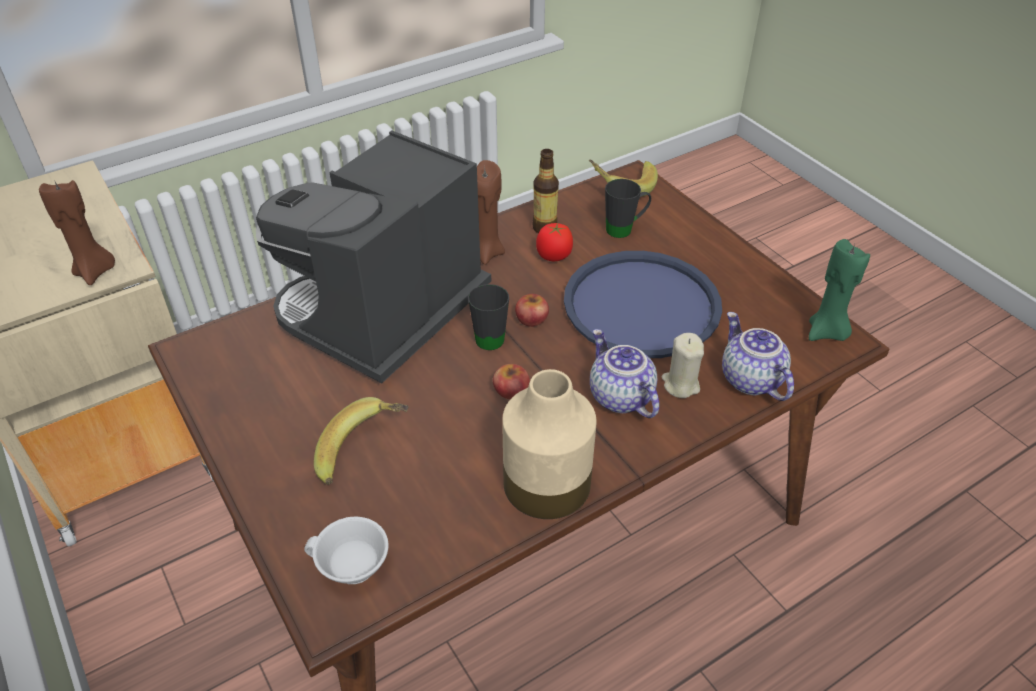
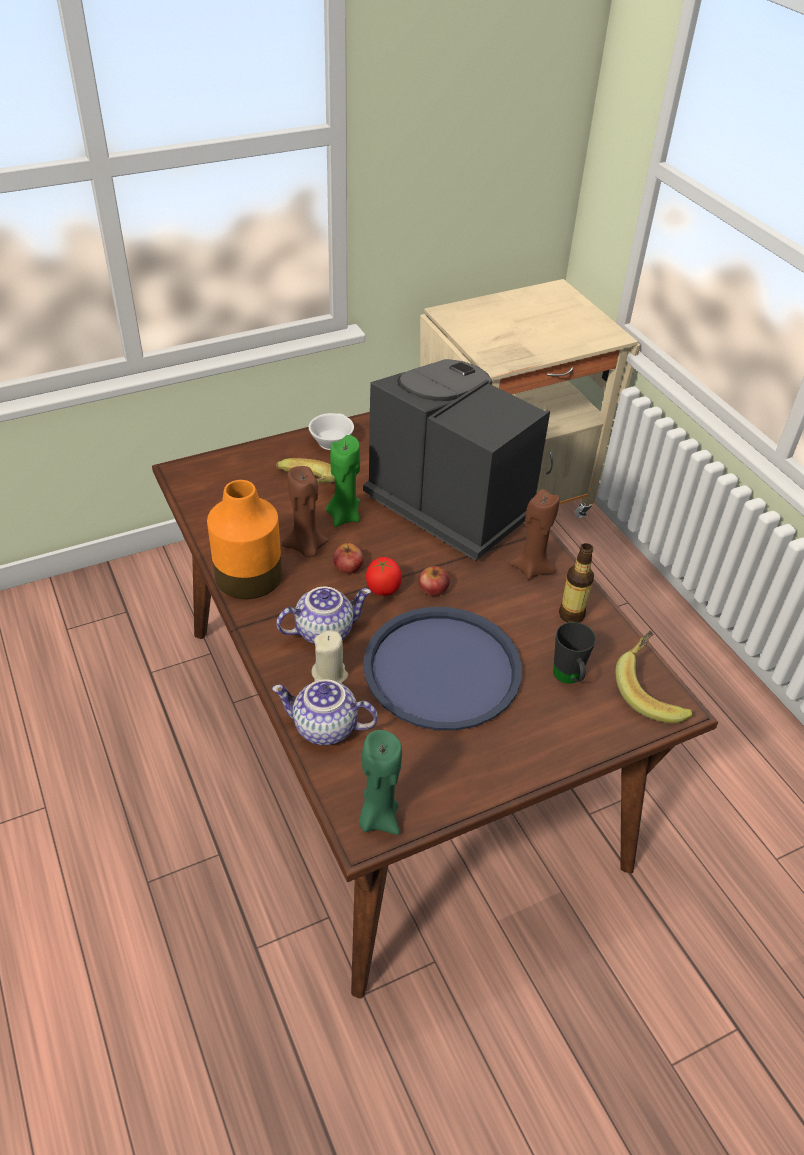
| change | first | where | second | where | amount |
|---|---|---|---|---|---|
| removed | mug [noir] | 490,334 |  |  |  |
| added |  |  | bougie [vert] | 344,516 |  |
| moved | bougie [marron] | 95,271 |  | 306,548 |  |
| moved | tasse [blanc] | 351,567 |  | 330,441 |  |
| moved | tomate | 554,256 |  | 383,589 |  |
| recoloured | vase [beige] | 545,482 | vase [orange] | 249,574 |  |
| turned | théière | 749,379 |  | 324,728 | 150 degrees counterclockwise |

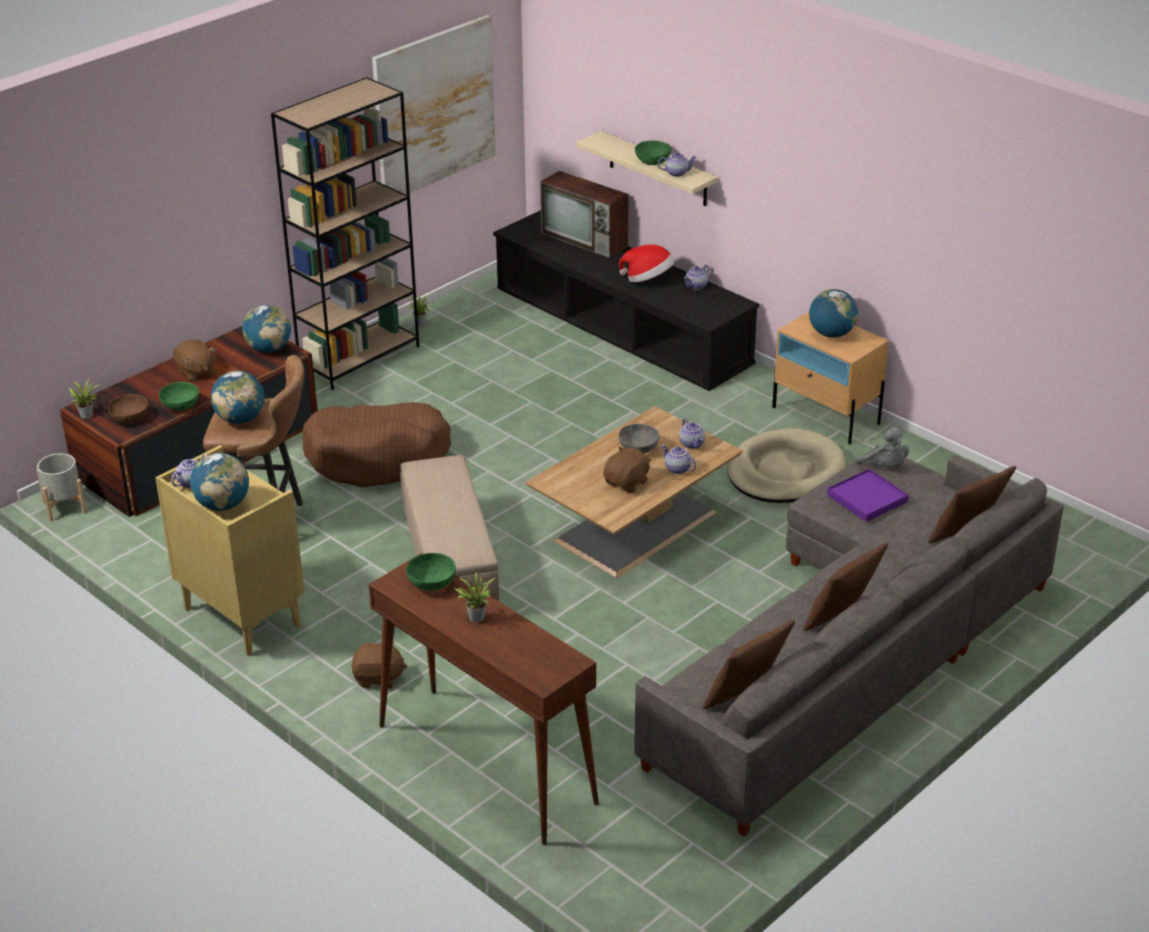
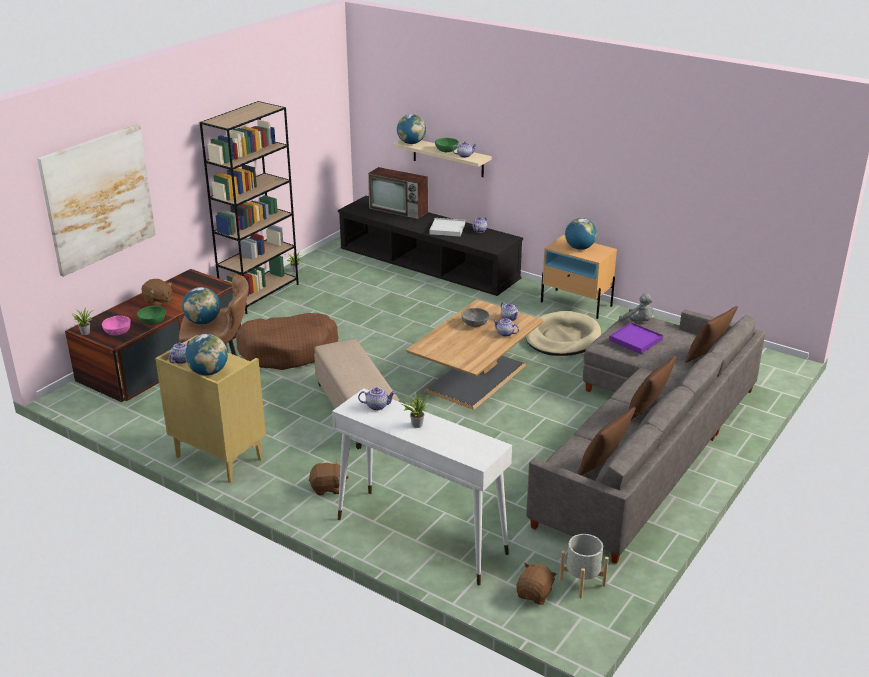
| change | first | where | second | where | amount |
|---|---|---|---|---|---|
| moved | cache-pot [gris] | 65,507 |  | 582,582 |  |
| moved | globe | 269,349 |  | 411,143 |  |
| moved | tableau | 434,107 |  | 98,198 |  |
| moved | peluche [marron] | 627,483 |  | 535,594 |  |
| replaced | bol [vert] | 431,583 | théière | 377,406 |  |
| replaced | chapeau | 648,279 | plateau [blanc] | 447,229 |  |
| recoloured | bol [marron] | 130,418 | bol [rose] | 118,332 |  |
| recoloured | table console [marron] | 485,763 | table console [blanc] | 420,535 |  |

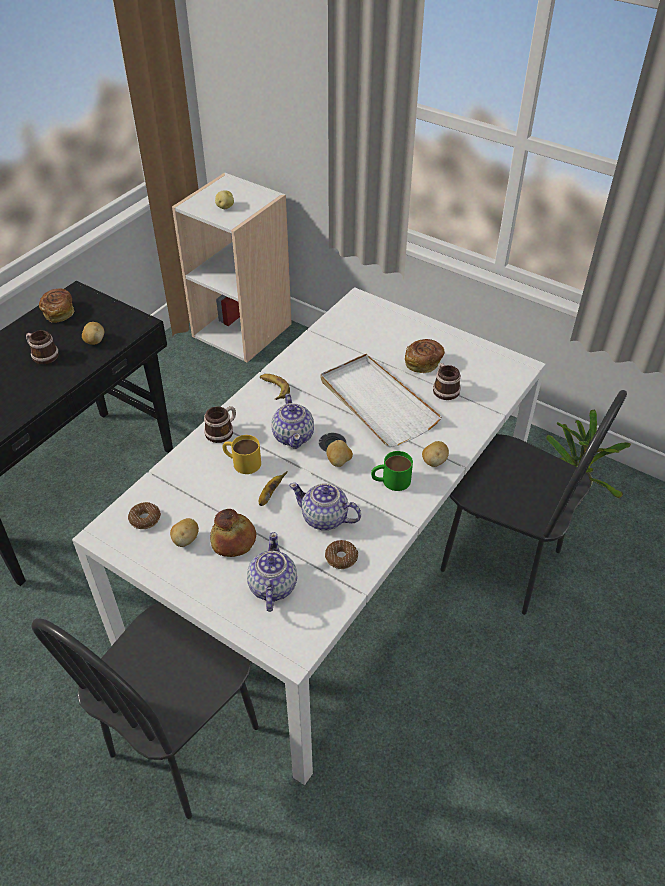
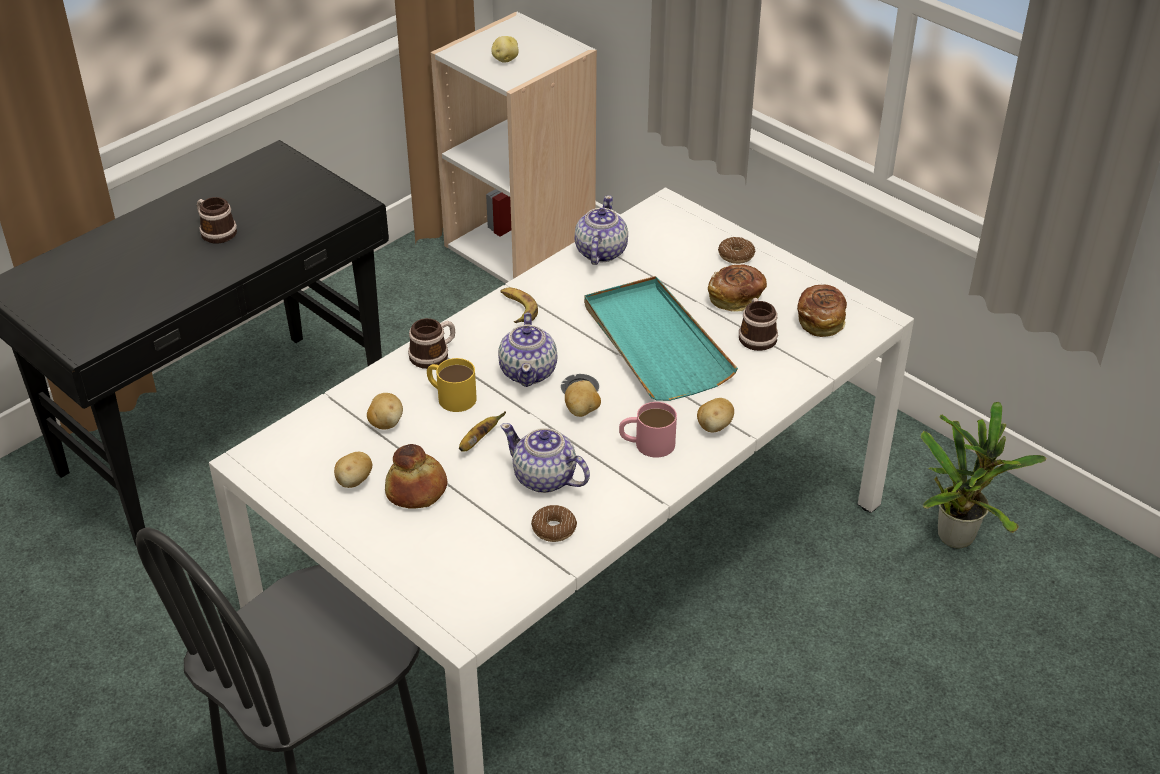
| change | first | where | second | where | amount |
|---|---|---|---|---|---|
| removed | chaise [noir] | 500,561 |  |  |  |
| moved | pain | 59,312 |  | 820,321 |  |
| moved | pomme de terre | 94,341 |  | 385,423 |  |
| moved | beignet | 145,519 |  | 736,255 |  |
| moved | théière | 272,587 |  | 600,252 |  |
| recoloured | plateau [blanc] | 376,403 | plateau [turquoise] | 655,343 |  |
| recoloured | mug [vert] | 390,481 | mug [rose] | 647,443 |  |

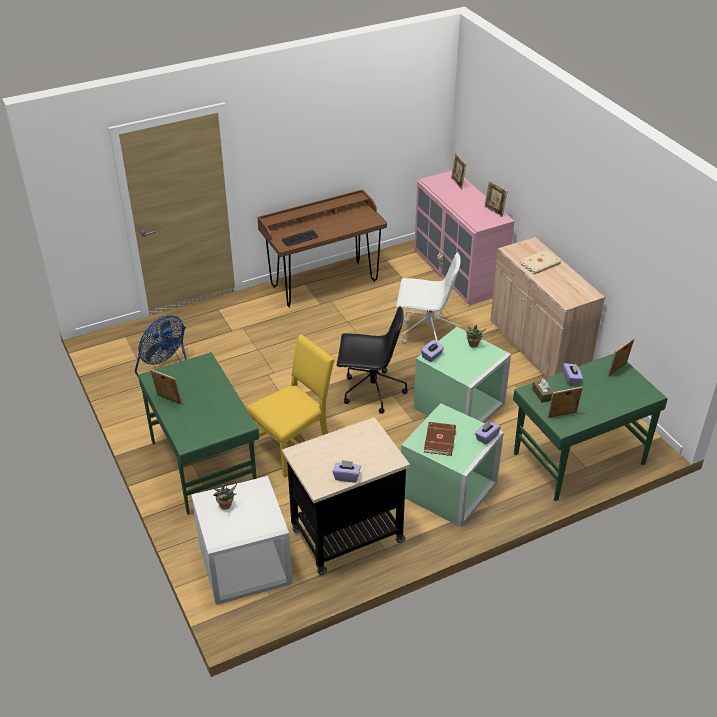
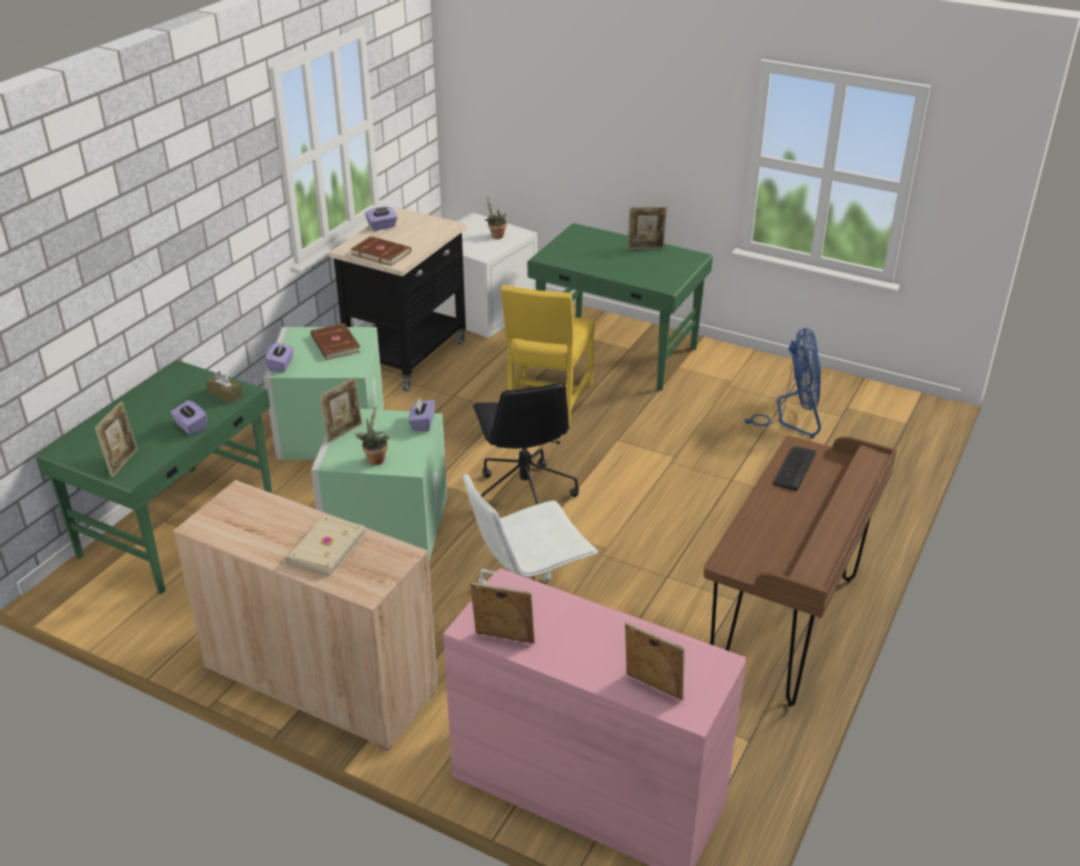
| change | first | where | second | where | amount |
|---|---|---|---|---|---|
| added |  |  | livre [marron] | 381,253 |  |
| moved | cadre photo | 562,416 |  | 344,432 |  |
| turned | chaise de bureau [noir] | 370,392 |  | 523,492 | 75 degrees counterclockwise |

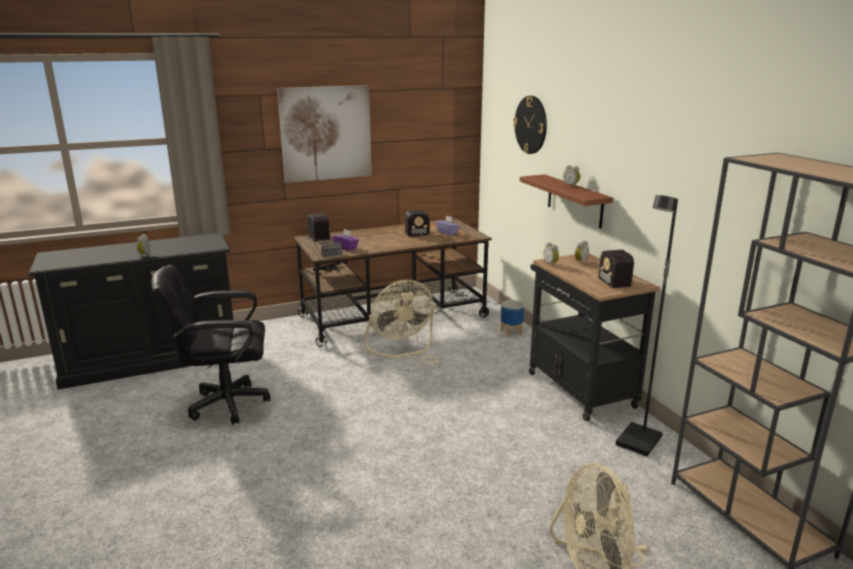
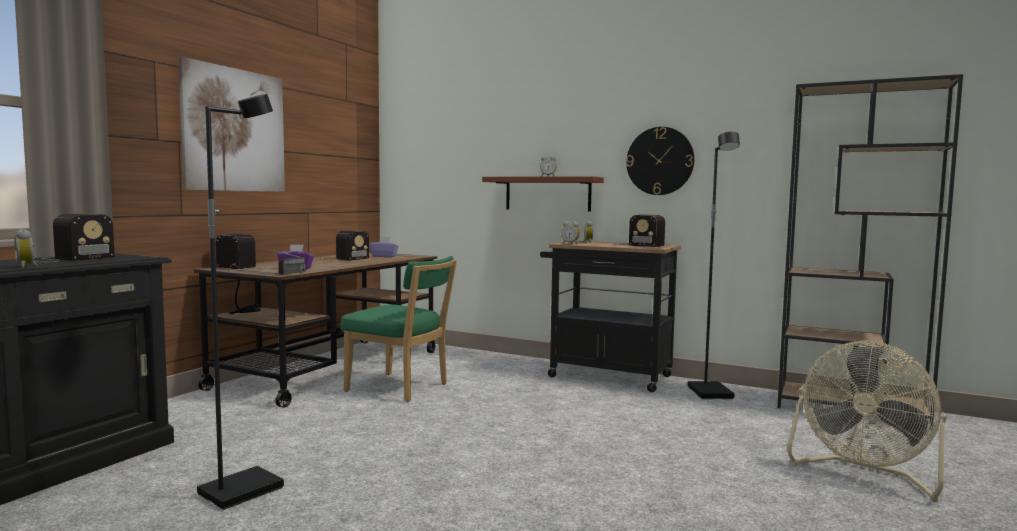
| change | first | where | second | where | amount |
|---|---|---|---|---|---|
| removed | cache-pot | 511,332 |  |  |  |
| added |  |  | radio | 66,259 |  |
| moved | horloge murale | 531,125 |  | 660,161 |  |
| replaced | chaise de bureau [noir] | 224,406 | lampadaire [noir] | 241,490 |  |
| replaced | ventilateur [beige] | 408,351 | chaise [vert] | 401,388 |  |

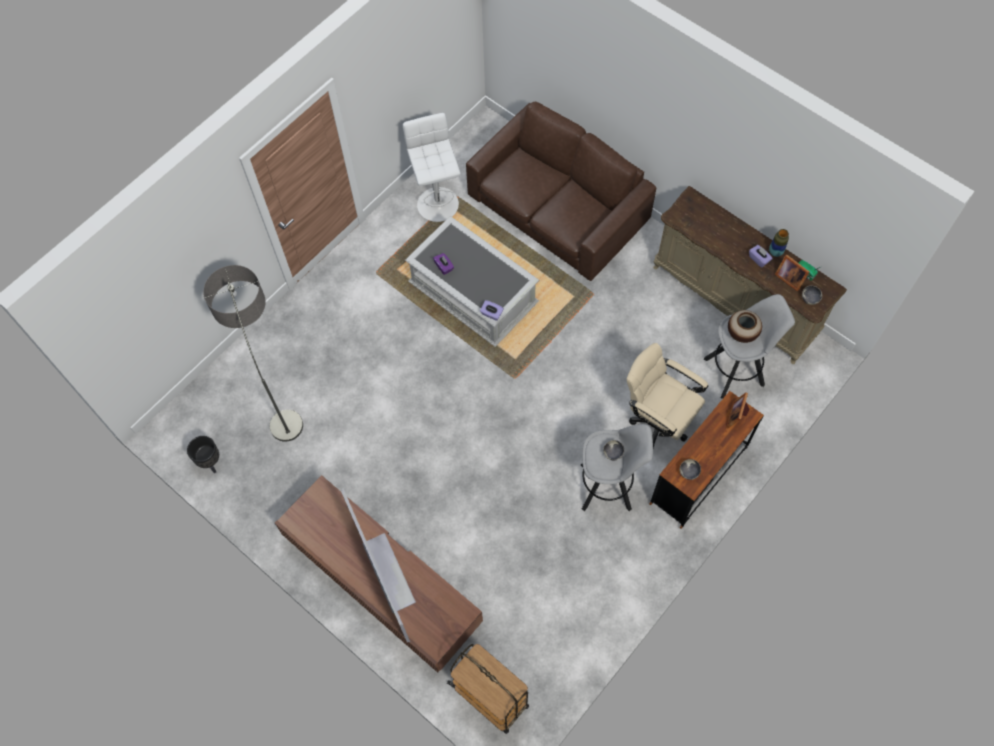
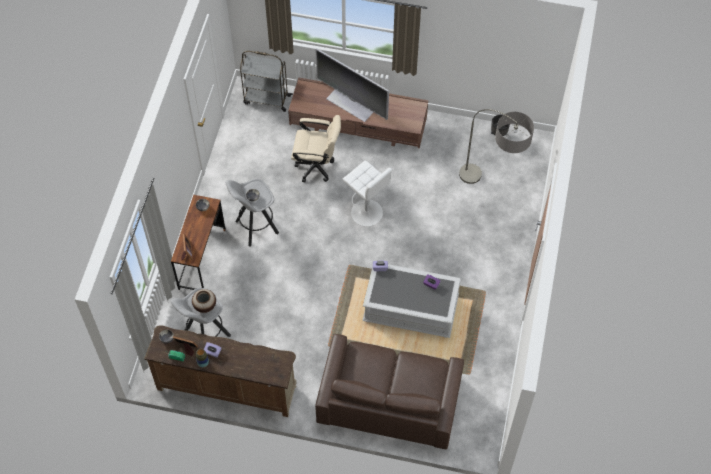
| change | first | where | second | where | amount |
|---|---|---|---|---|---|
| moved | tabouret [blanc] | 438,204 |  | 366,213 |  |
| moved | chaise de bureau [beige] | 656,423 |  | 317,167 |  |
| recoloured | chariot [marron] | 490,697 | chariot [gris] | 266,99 |  |

